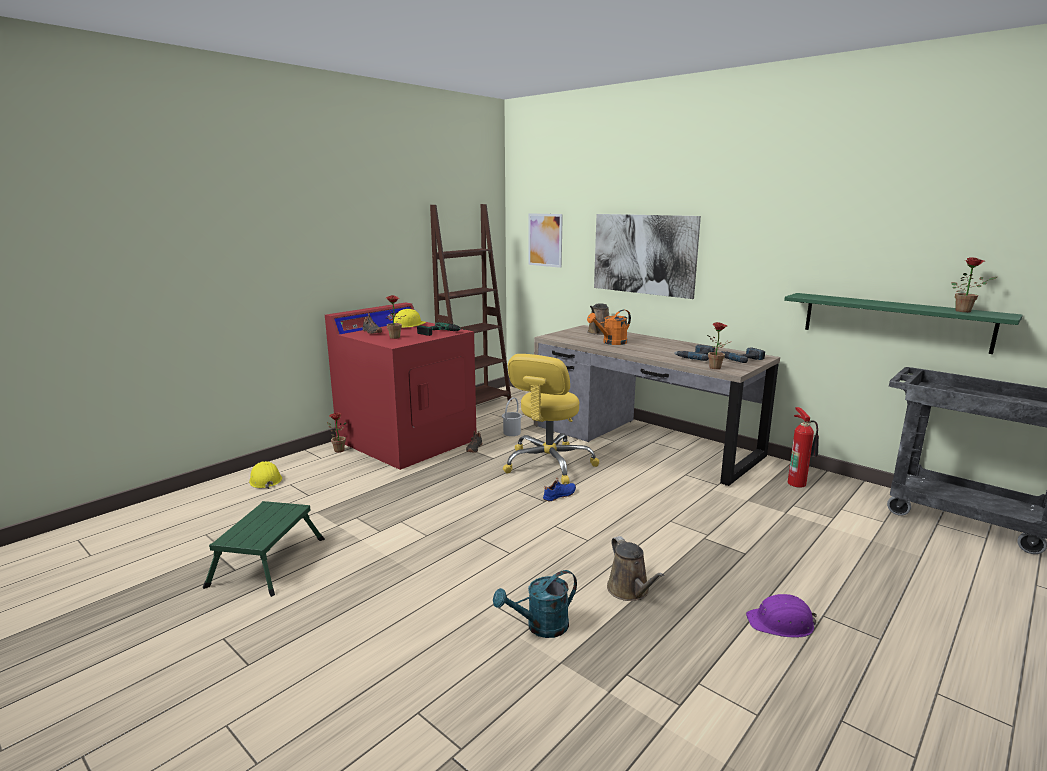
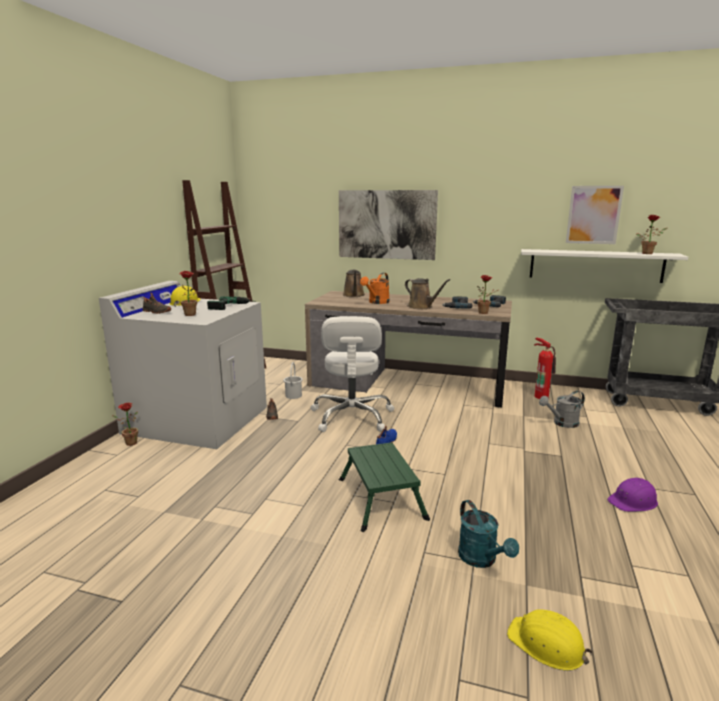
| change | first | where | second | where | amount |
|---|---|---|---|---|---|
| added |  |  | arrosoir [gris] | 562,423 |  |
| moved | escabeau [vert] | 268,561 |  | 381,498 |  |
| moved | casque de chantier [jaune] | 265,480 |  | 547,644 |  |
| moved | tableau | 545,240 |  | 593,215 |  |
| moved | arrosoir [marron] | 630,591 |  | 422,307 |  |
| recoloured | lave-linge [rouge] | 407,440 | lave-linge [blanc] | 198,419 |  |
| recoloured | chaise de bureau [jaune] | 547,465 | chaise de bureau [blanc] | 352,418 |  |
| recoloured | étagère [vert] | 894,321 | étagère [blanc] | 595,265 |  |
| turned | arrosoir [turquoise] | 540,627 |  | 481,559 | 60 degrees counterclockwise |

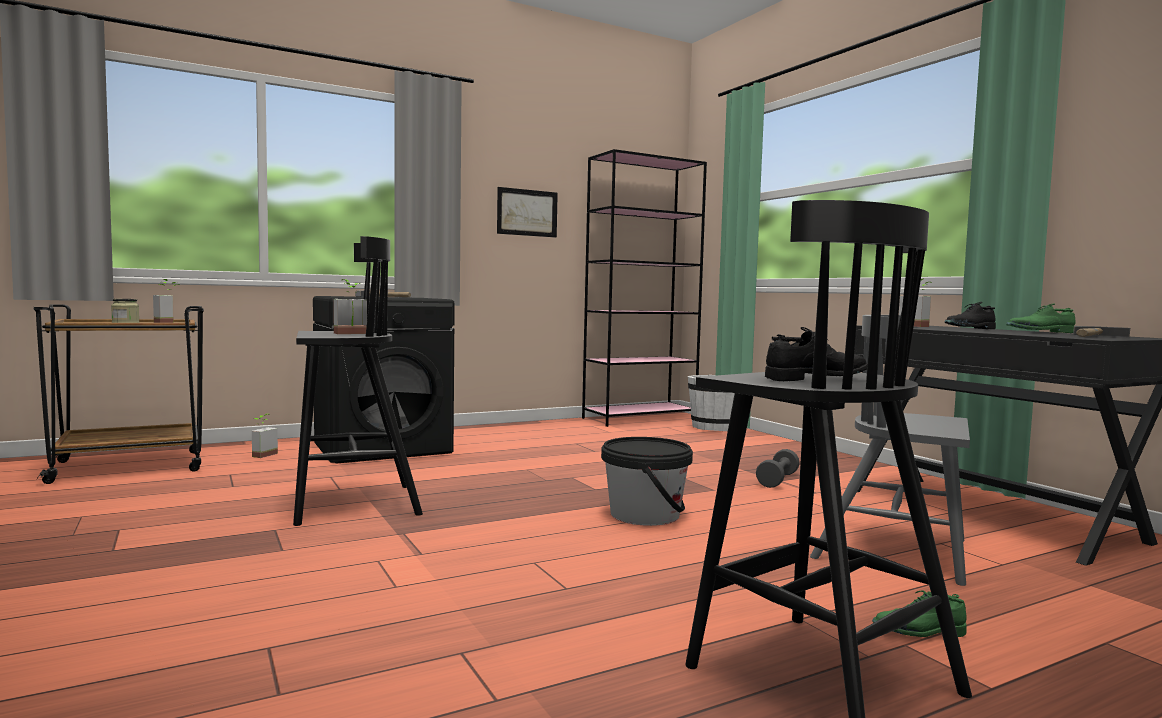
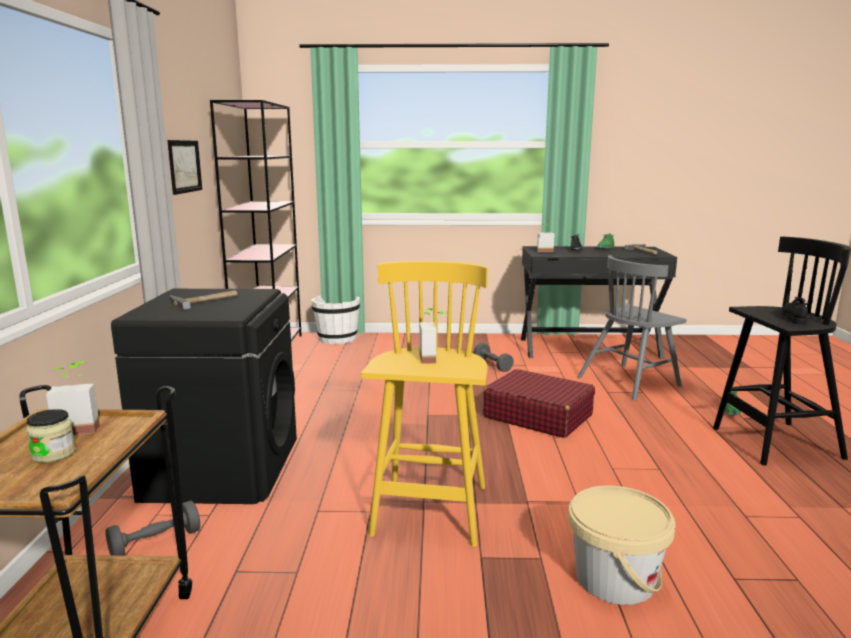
| change | first | where | second | where | amount |
|---|---|---|---|---|---|
| added |  |  | seau [beige] | 615,579 |  |
| replaced | plante en pot | 261,454 | haltère [gris] | 155,543 |  |
| replaced | seau [noir] | 645,515 | valise [rouge] | 537,416 |  |
| recoloured | tabouret [noir] | 350,504 | tabouret [jaune] | 430,512 |  |

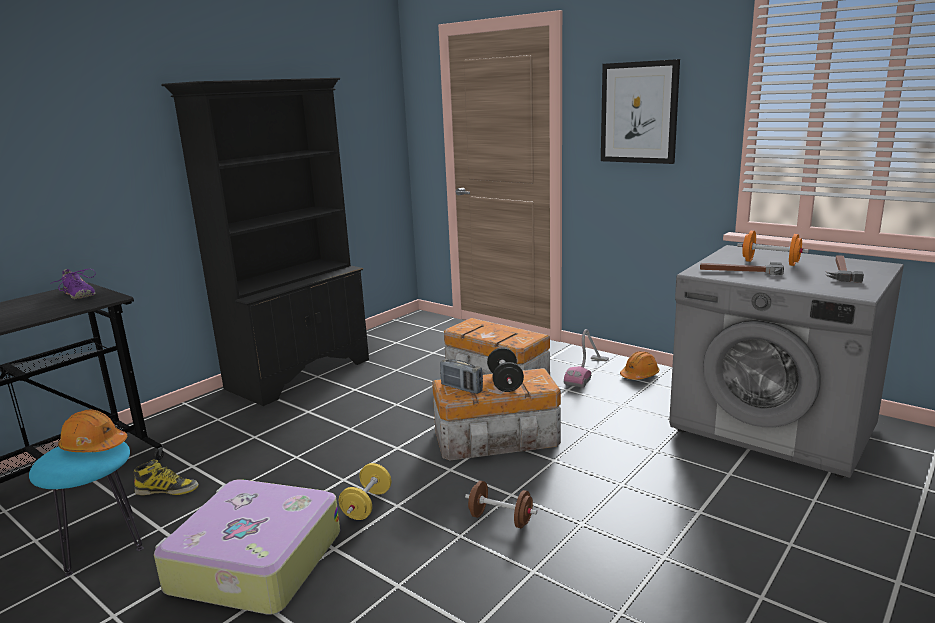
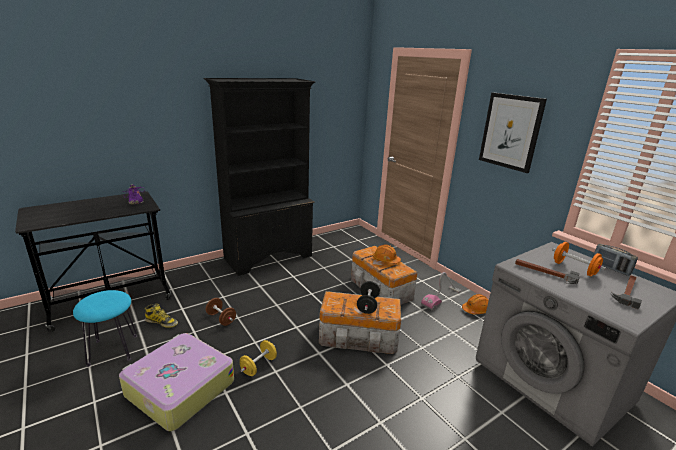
| change | first | where | second | where | amount |
|---|---|---|---|---|---|
| moved | casque de chantier [orange] | 94,446 |  | 386,260 |  |
| moved | radio | 461,388 |  | 610,268 |  |
| moved | haltère [marron] | 500,519 |  | 221,319 |  |

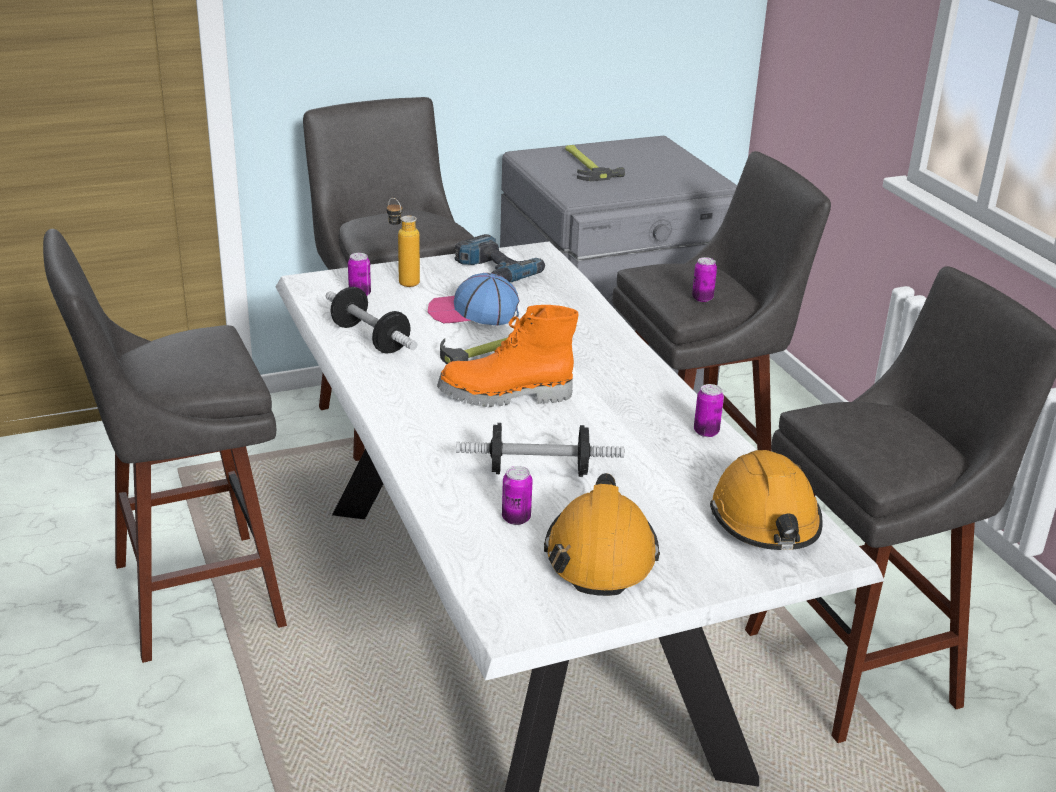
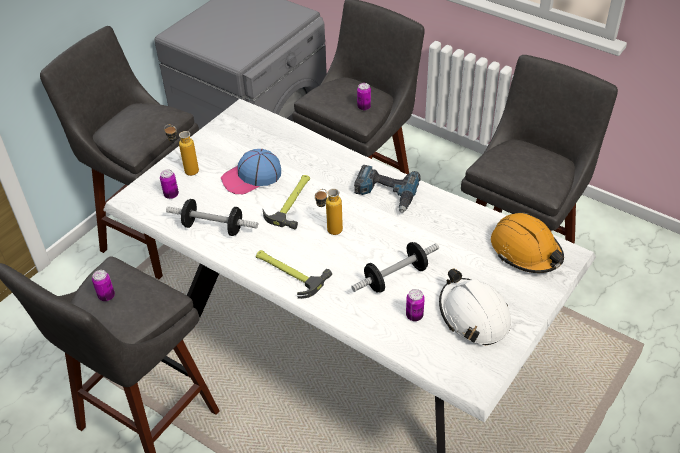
| change | first | where | second | where | amount |
|---|---|---|---|---|---|
| moved | perceuse | 490,272 |  | 385,193 |  |
| moved | marteau | 586,165 |  | 288,272 |  |
| moved | boîte métallique | 706,432 |  | 106,296 |  |
| replaced | botte [orange] | 505,396 | bouteille | 329,233 |  |
| recoloured | casque de chantier [orange] | 600,554 | casque de chantier [blanc] | 473,315 |  |

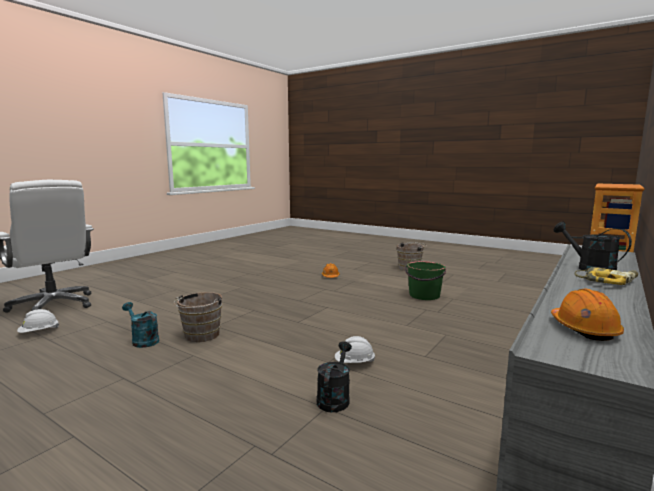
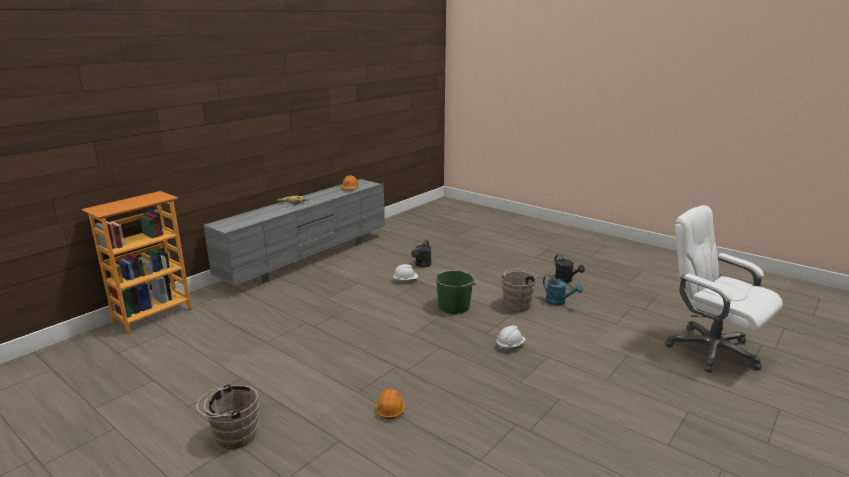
| change | first | where | second | where | amount |
|---|---|---|---|---|---|
| moved | casque de chantier [blanc] | 39,332 |  | 510,345 |  |
| moved | seau [vert] | 424,296 |  | 454,306 |  |
| moved | arrosoir [noir] | 589,268 |  | 566,280 |  |

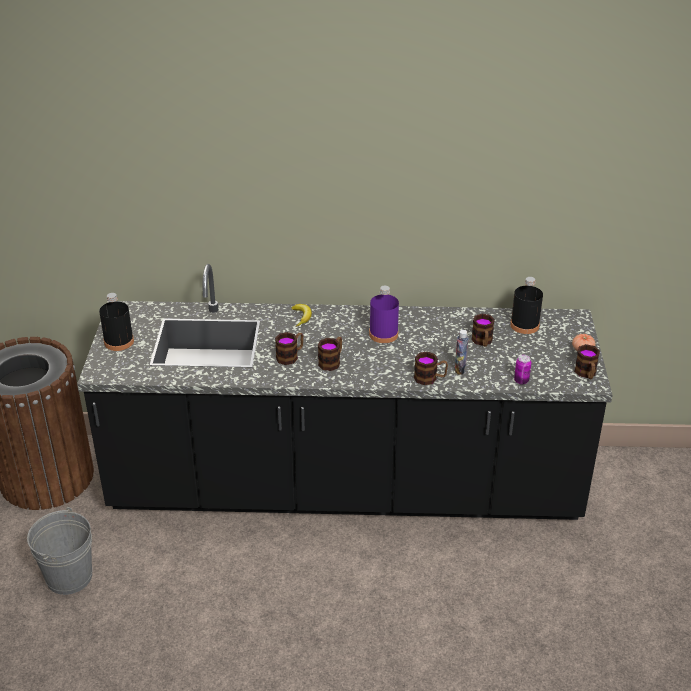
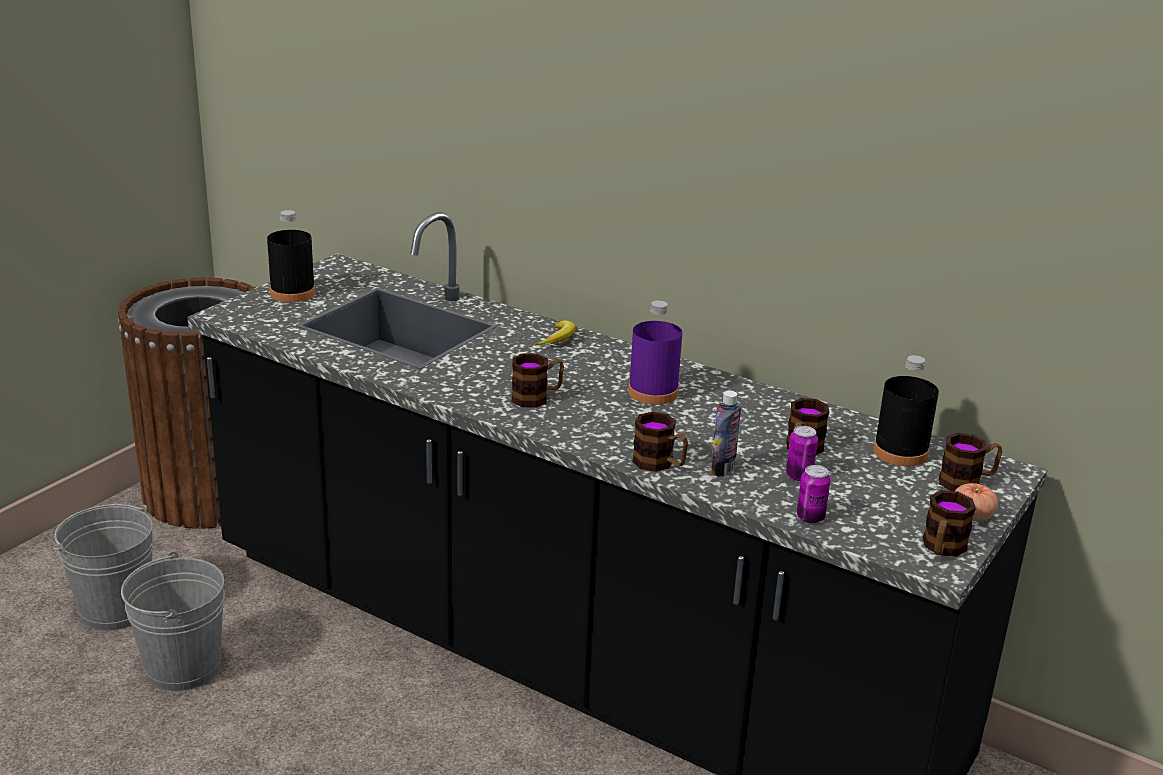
| change | first | where | second | where | amount |
|---|---|---|---|---|---|
| added |  |  | seau [gris] | 183,667 |  |
| added |  |  | boîte métallique | 799,476 |  |
| moved | mug | 290,356 |  | 967,482 |  |

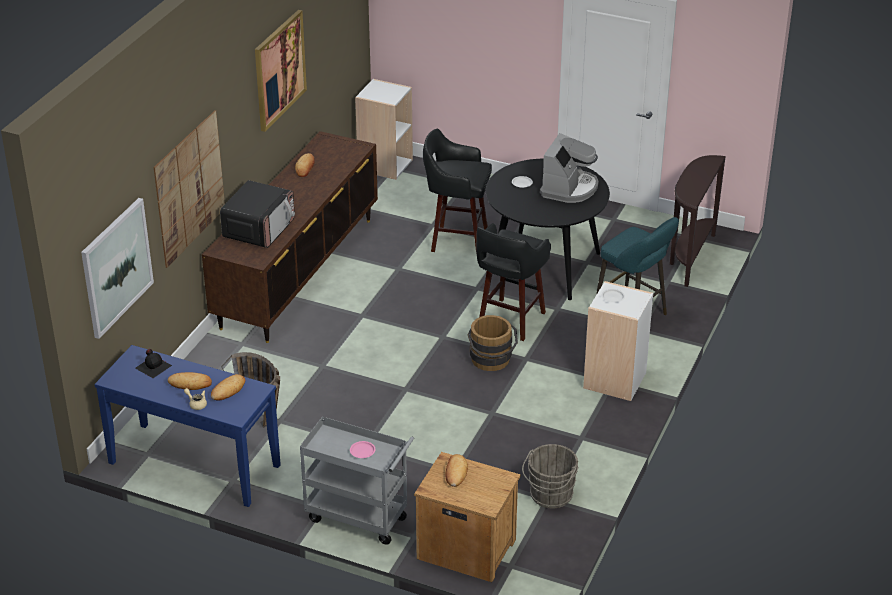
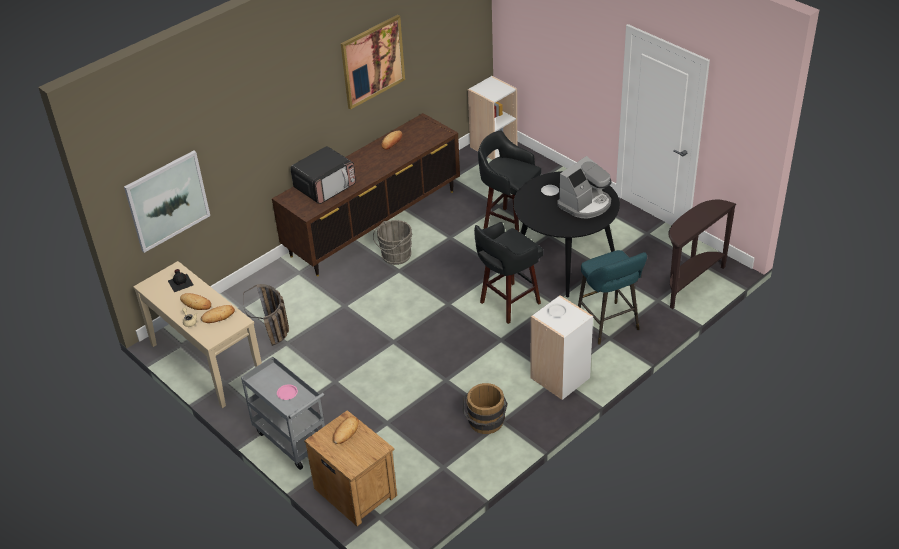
| change | first | where | second | where | amount |
|---|---|---|---|---|---|
| removed | tableau | 189,188 |  |  |  |
| moved | seau [marron] | 491,361 |  | 485,424 |  |
| moved | seau [gris] | 549,496 |  | 394,256 |  |
| recoloured | table console [bleu] | 194,464 | table console [beige] | 206,362 |  |

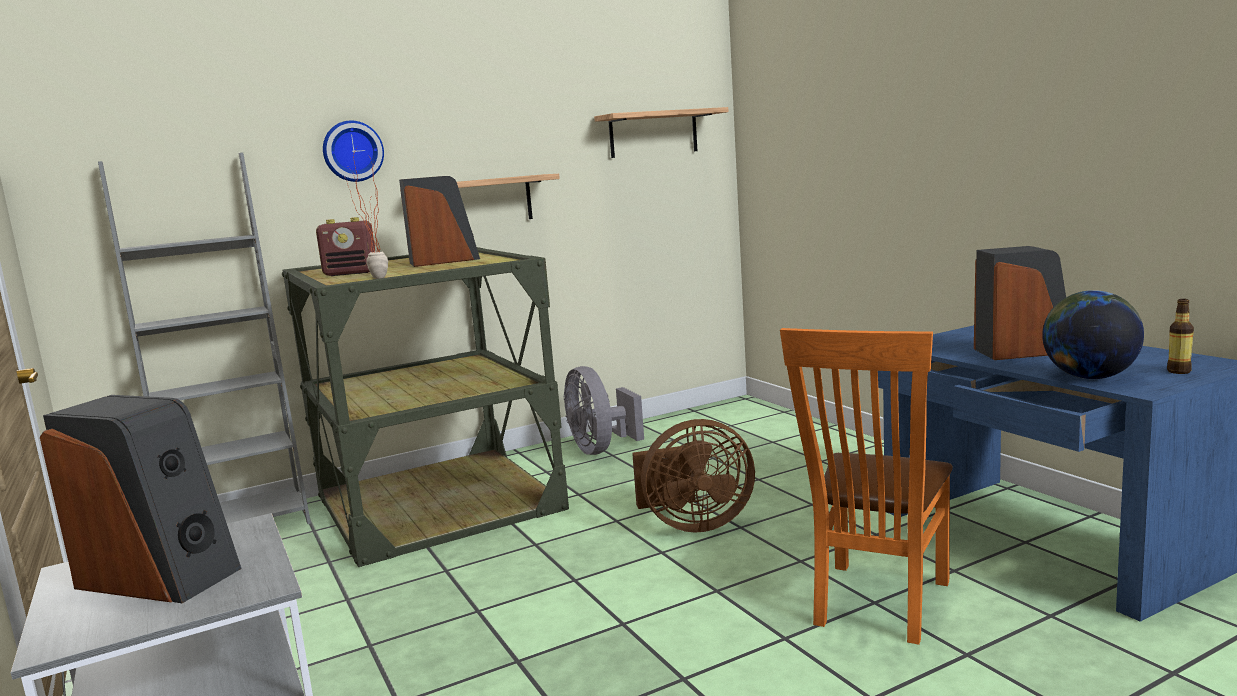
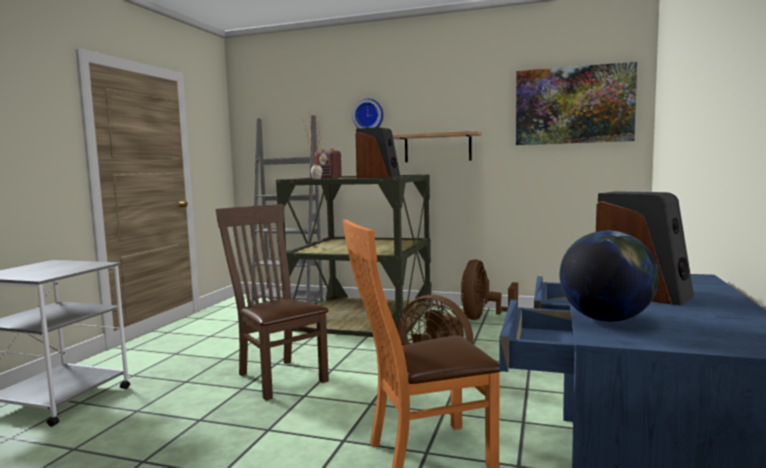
| change | first | where | second | where | amount |
|---|---|---|---|---|---|
| removed | enceinte | 160,576 |  |  |  |
| removed | bouteille | 1178,371 |  |  |  |
| added |  |  | chaise [marron] | 278,376 |  |
| replaced | étagère | 653,134 | tableau | 573,105 |  |
| recoloured | ventilateur [gris] | 600,449 | ventilateur [marron] | 483,318 |  |

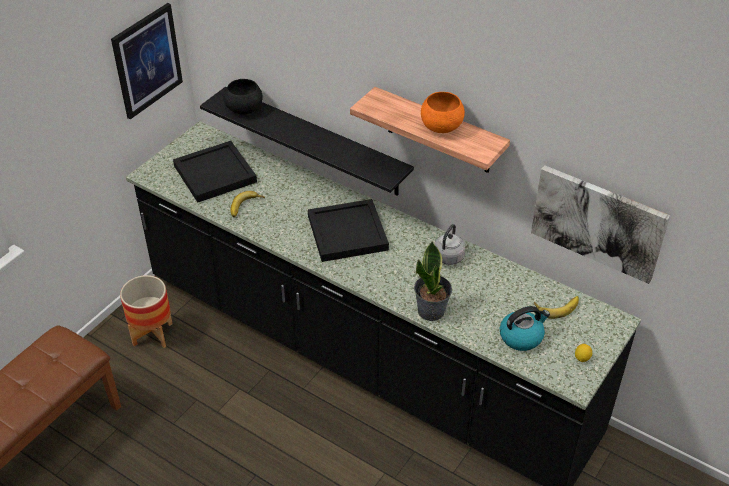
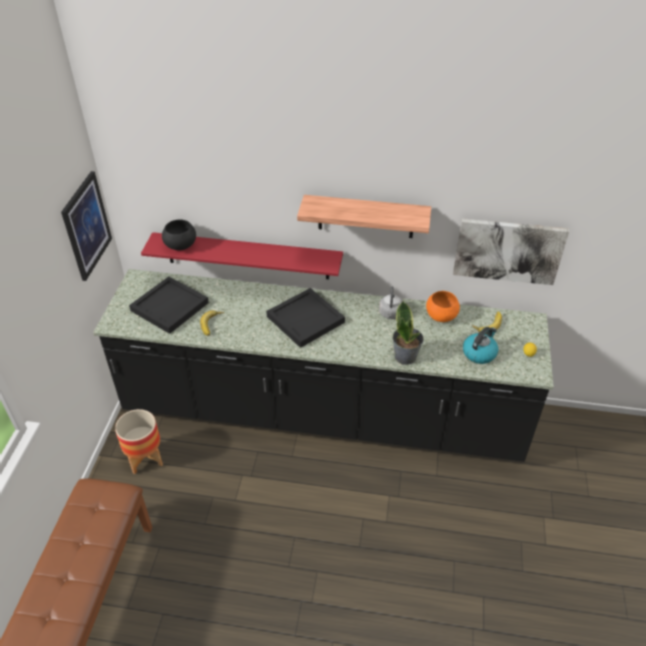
| change | first | where | second | where | amount |
|---|---|---|---|---|---|
| moved | bol [orange] | 440,127 |  | 440,316 |  |
| recoloured | étagère [noir] | 316,141 | étagère [rouge] | 247,256 |  |

